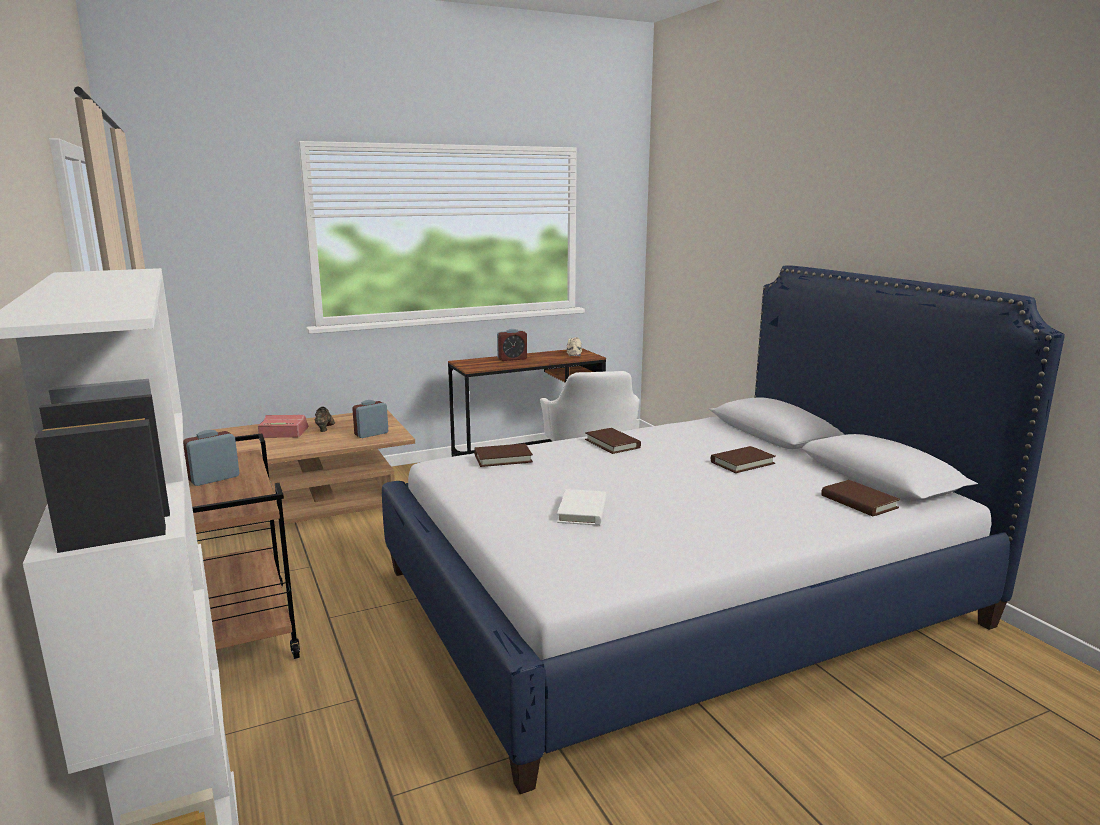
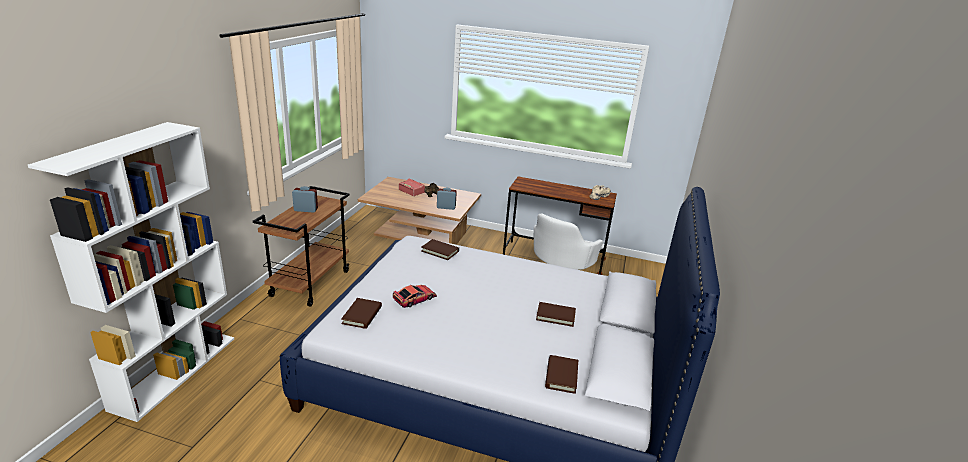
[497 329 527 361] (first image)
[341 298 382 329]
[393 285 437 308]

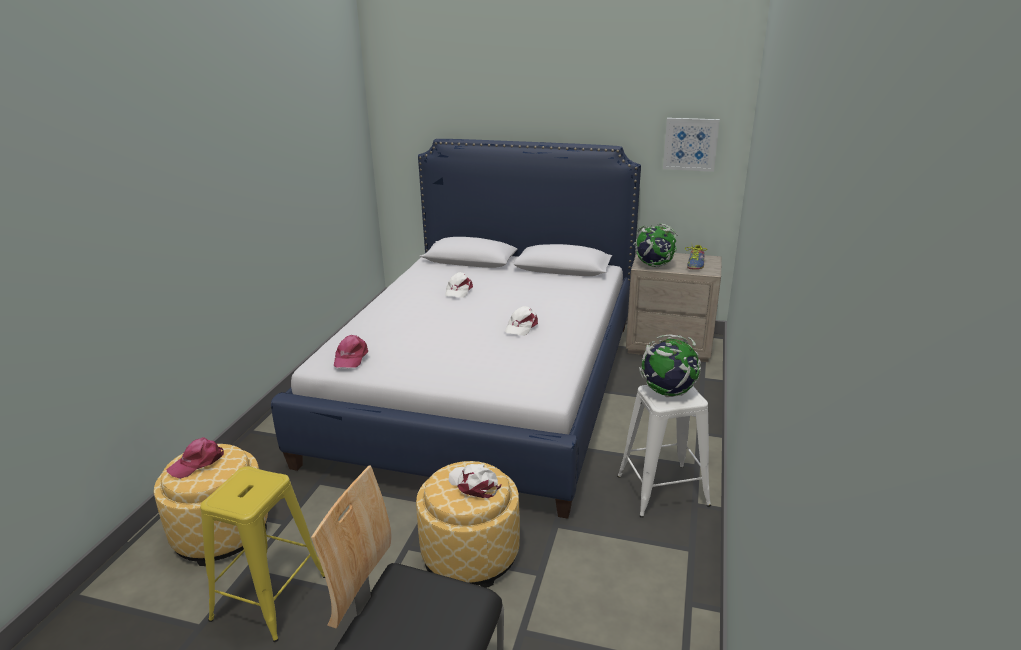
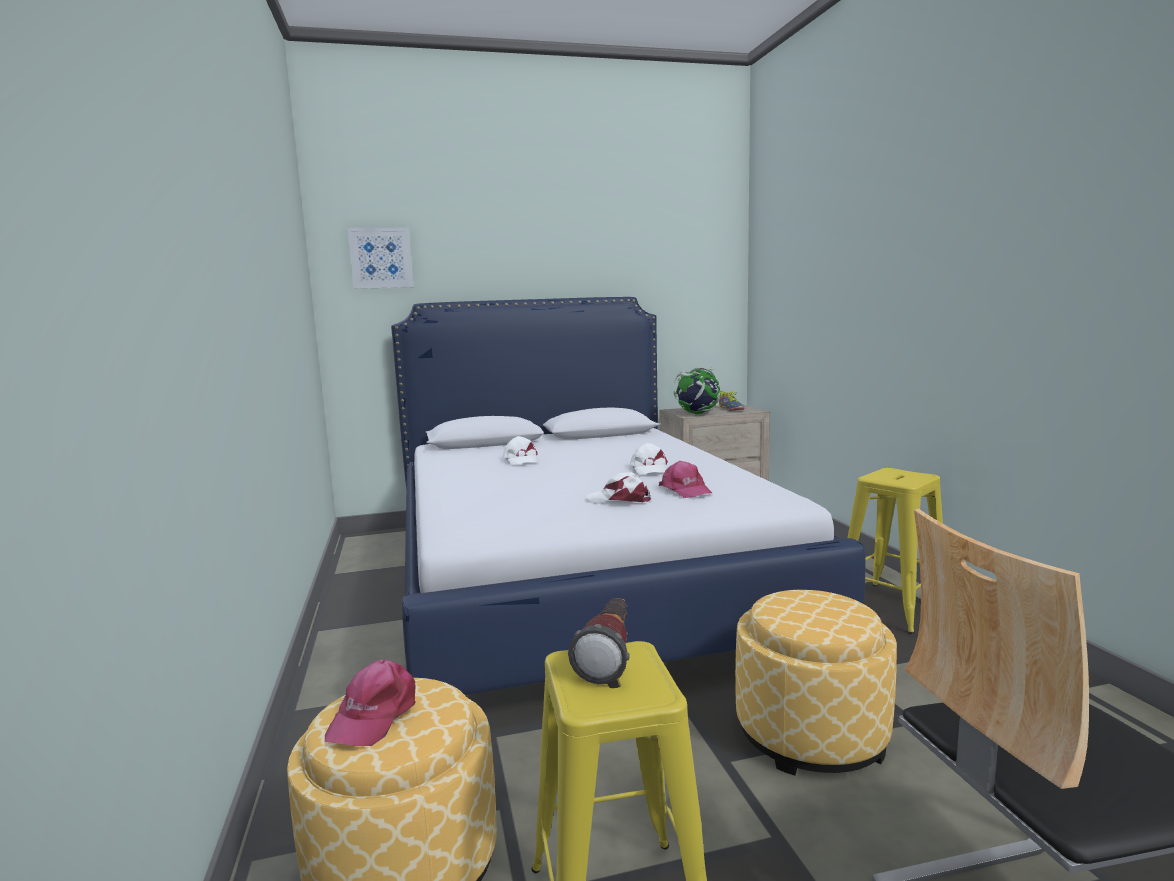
[639 335 701 396] (first image)
[568 598 629 684]
[659 461 713 498]
[587 472 651 504]
[347 227 413 289]
[848 468 943 634]

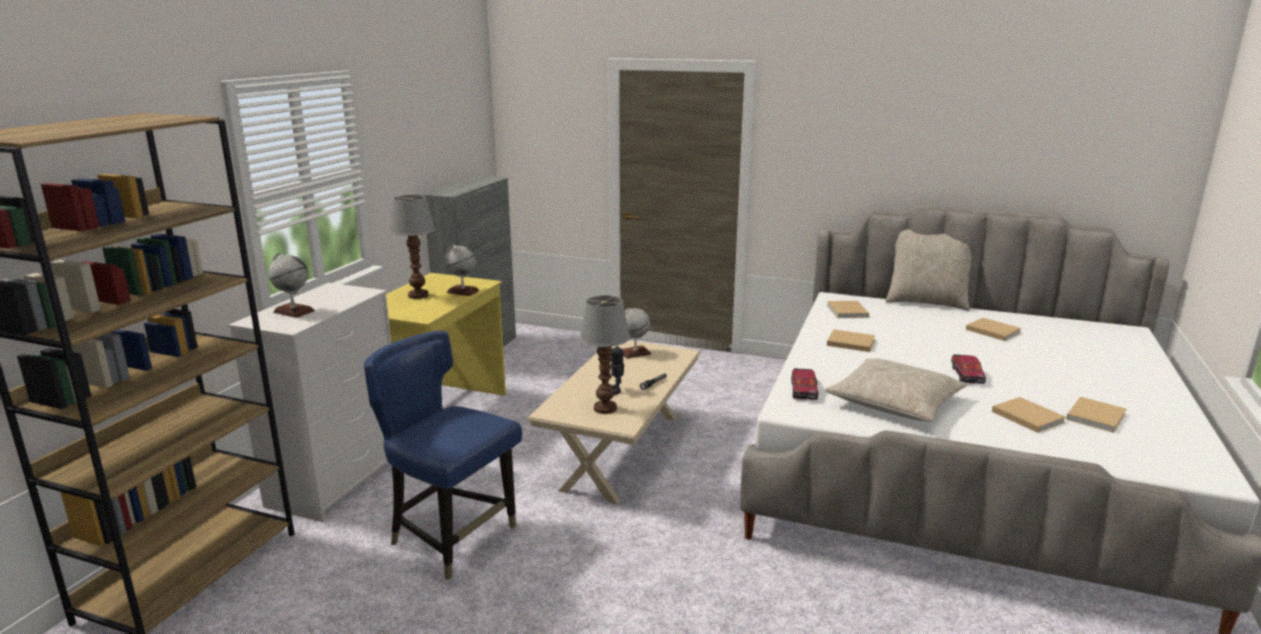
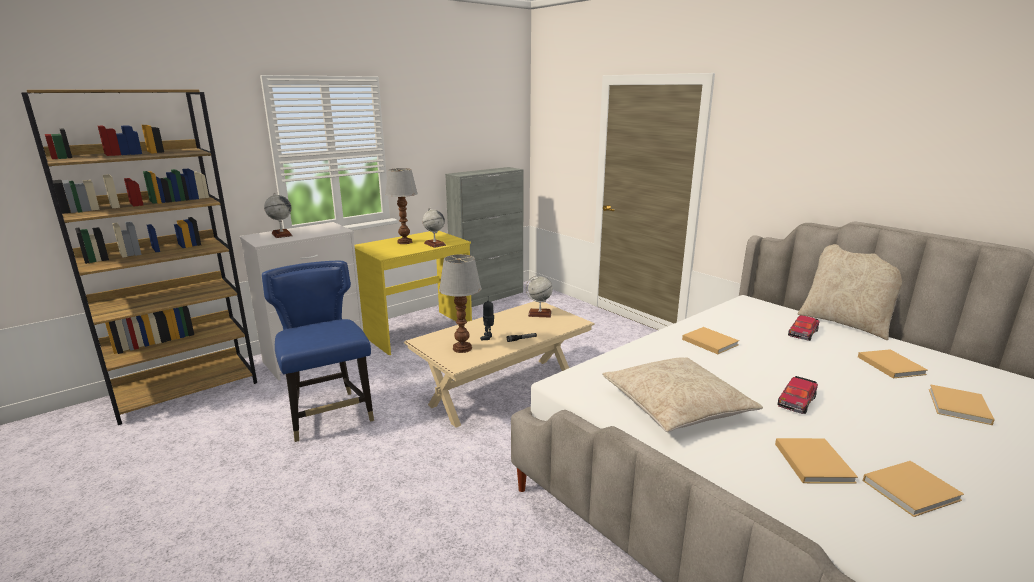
[788 315 820 341]
[929 384 995 425]

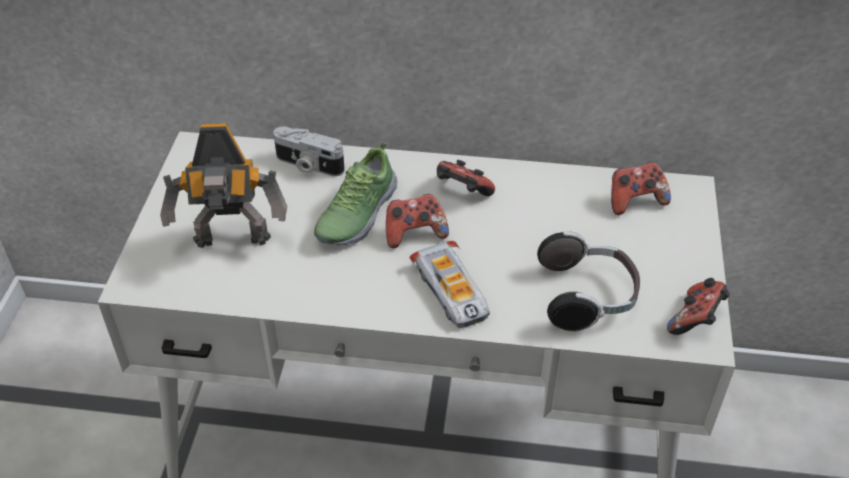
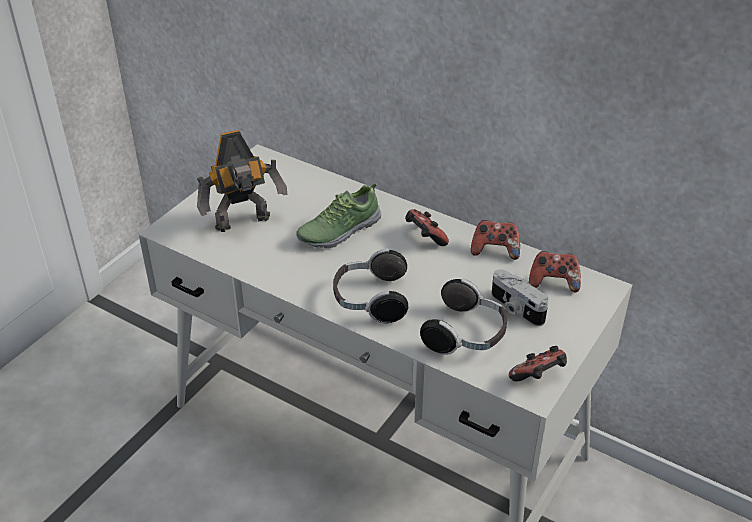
[491 269 548 326]
[471 220 520 260]
[333 248 408 324]
[197 130 287 232]

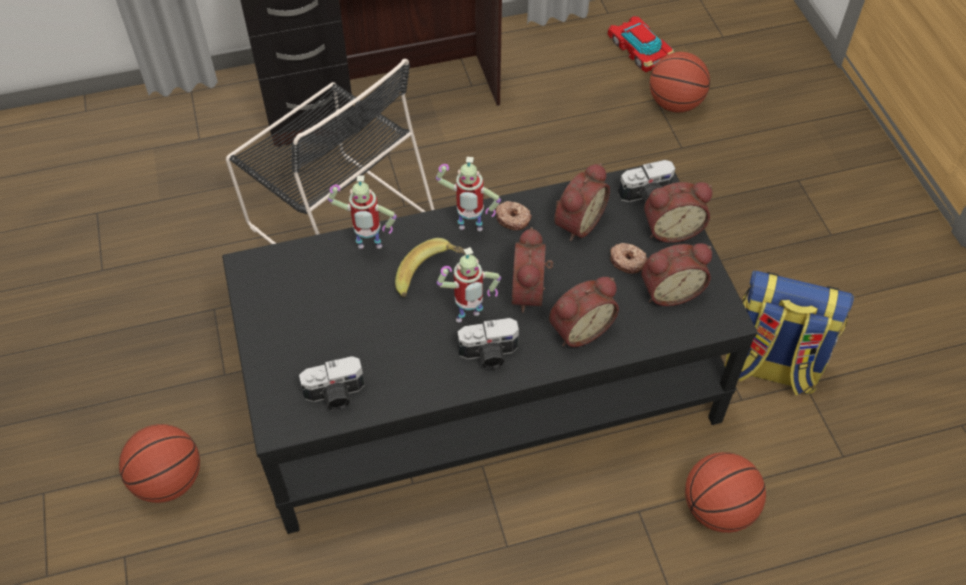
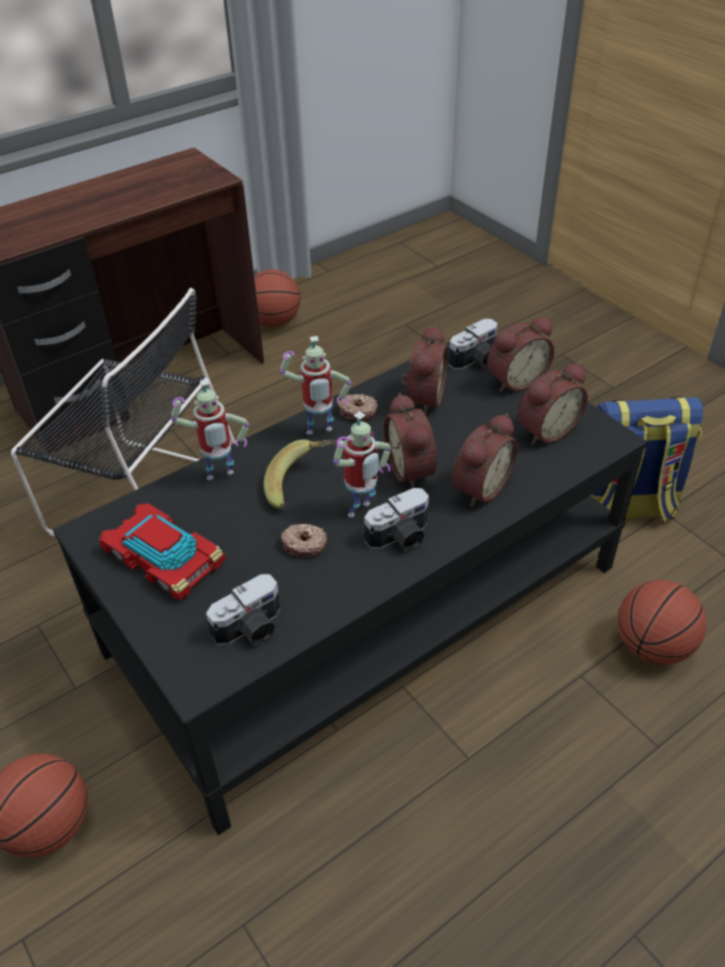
[99 503 226 600]
[280 524 327 558]
[254 269 301 327]

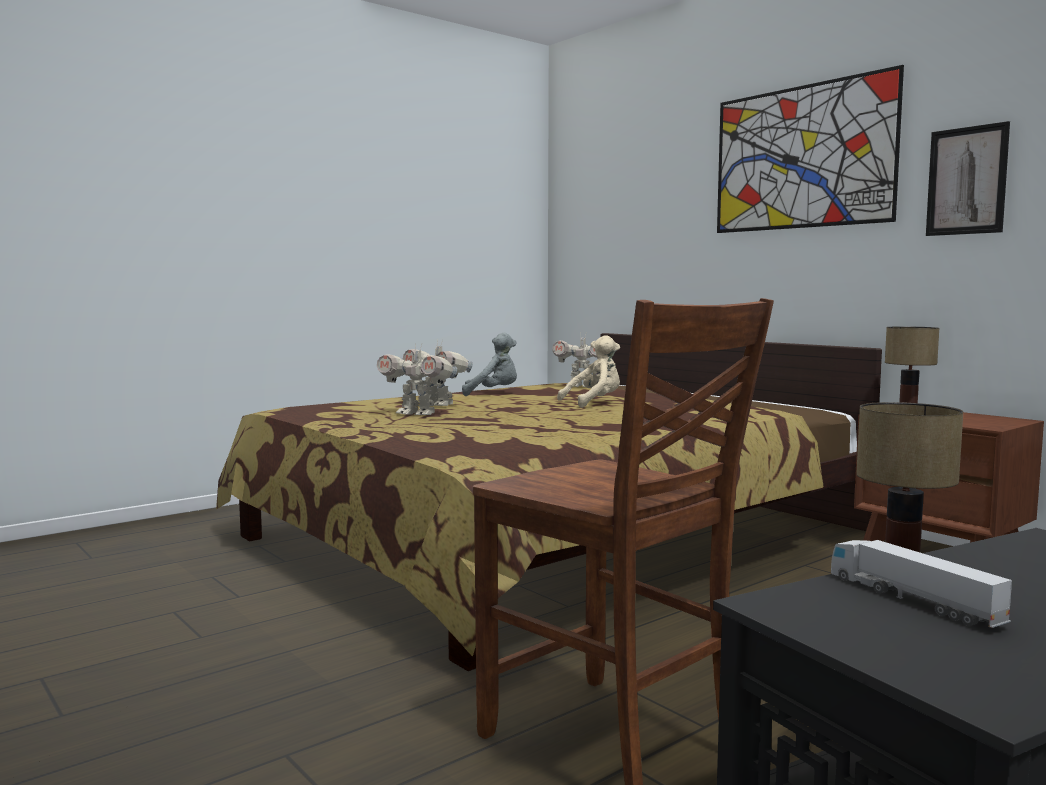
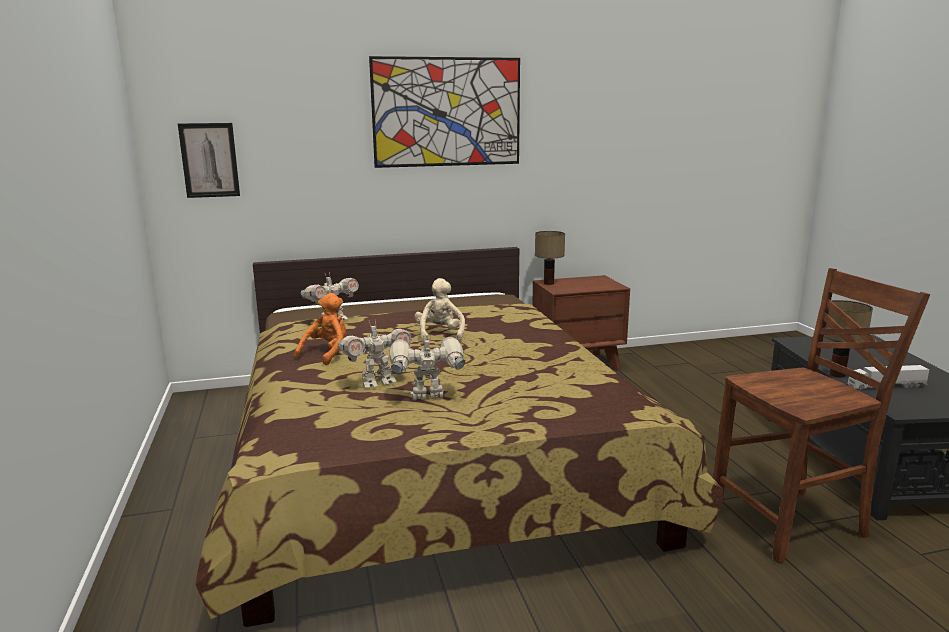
[178 123 240 198]
[294 293 347 365]
[390 335 465 400]

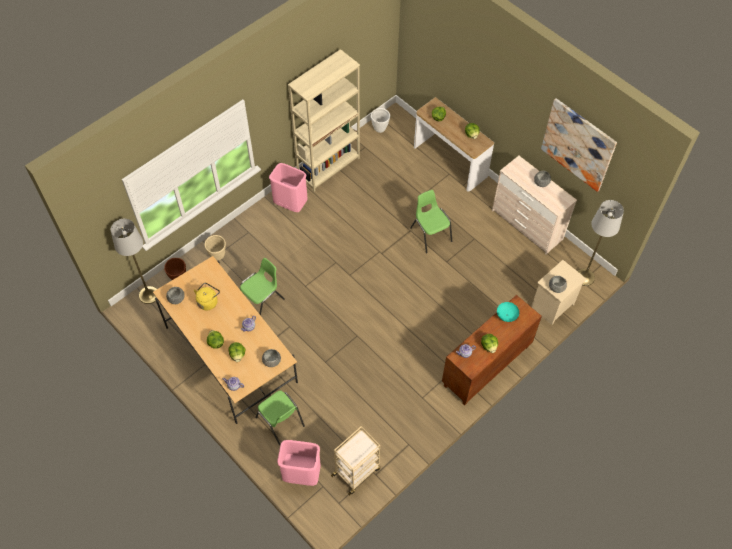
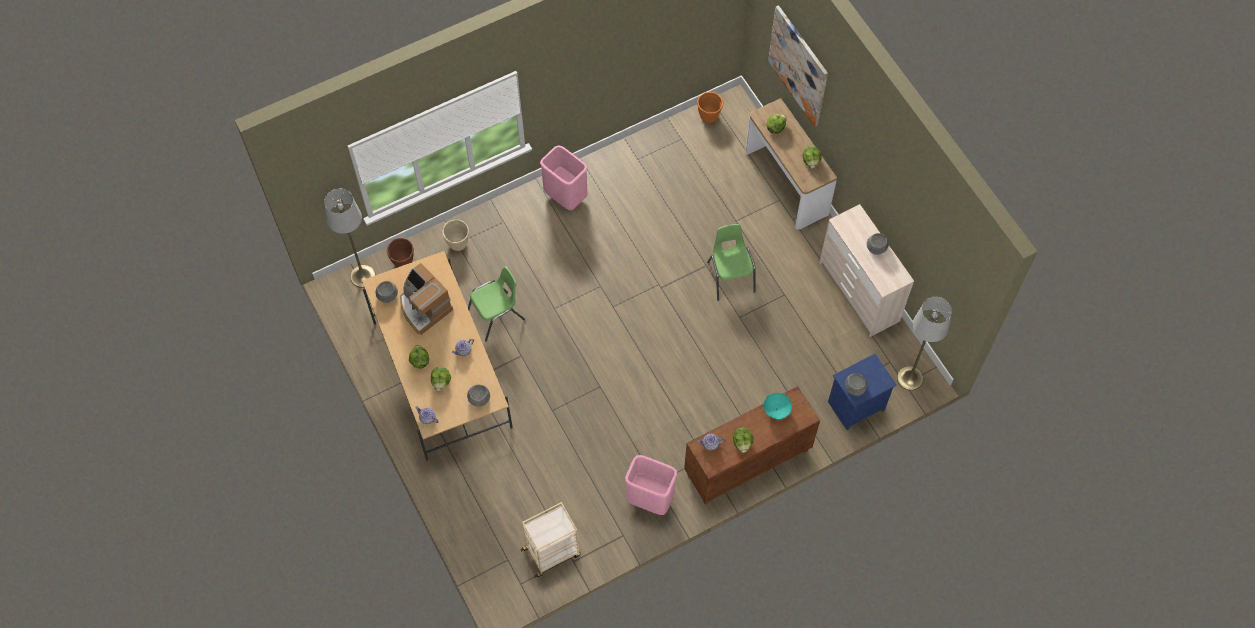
[256 390 305 445] (first image)
[288 49 360 192] (first image)
[625 455 677 515]
[768 5 828 127]
[400 263 453 335]
[697 92 723 123]
[828 354 897 430]

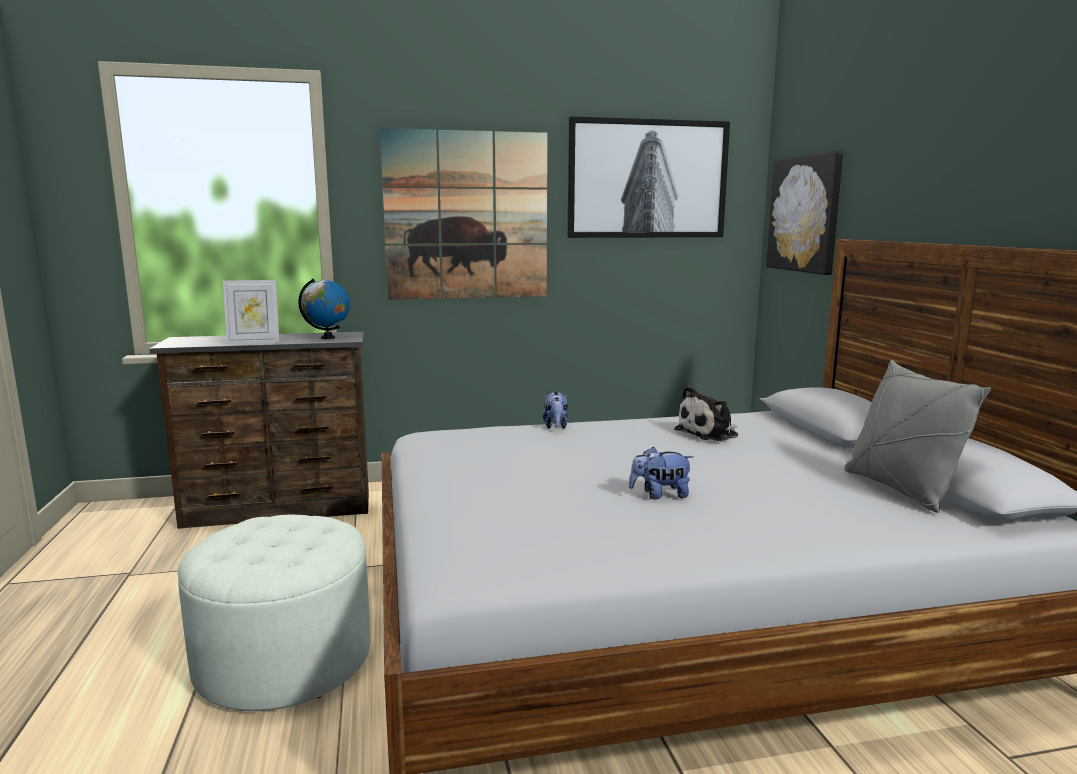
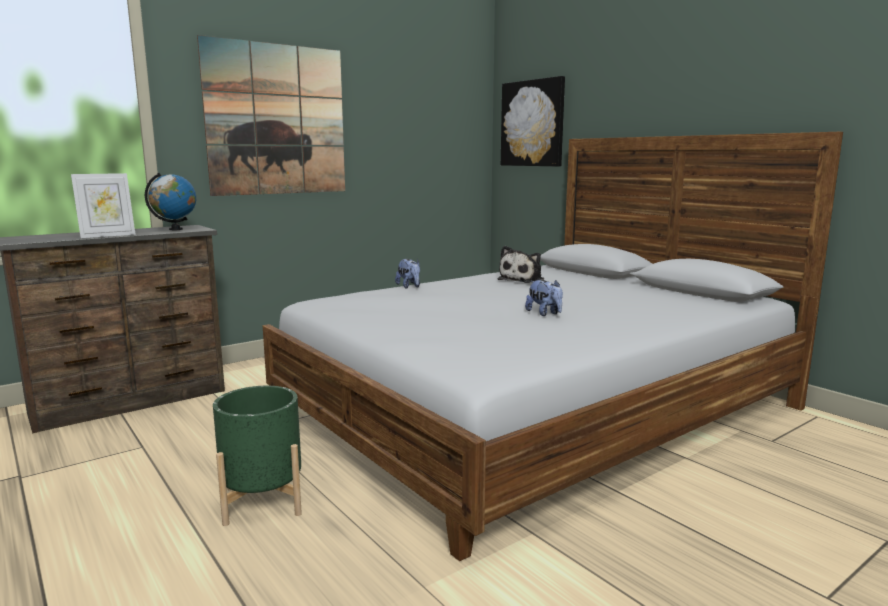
[568 116 730 238] (first image)
[845 360 991 513] (first image)
[213 386 302 526]
[525 280 563 316]

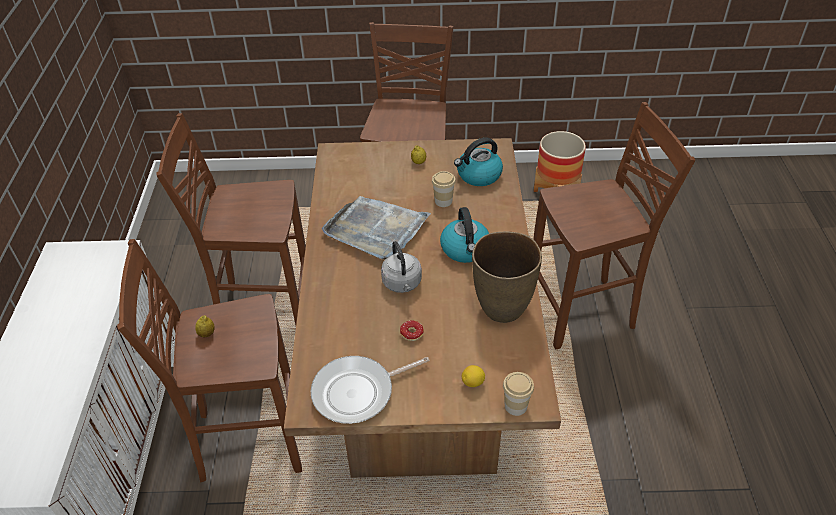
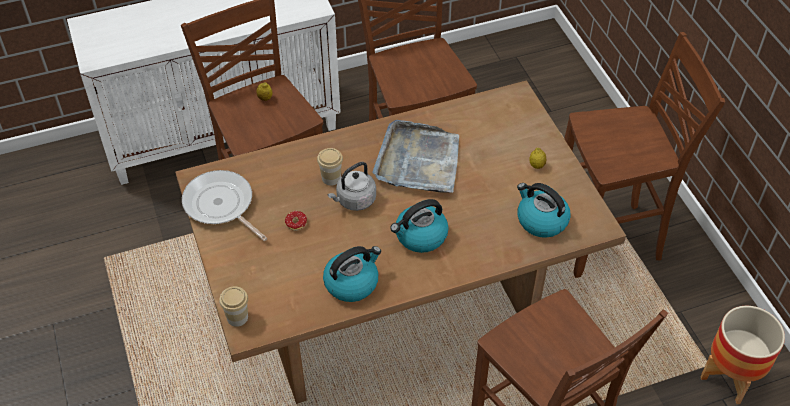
[462 365 485 387] (first image)
[317 148 343 186]
[323 246 381 302]

